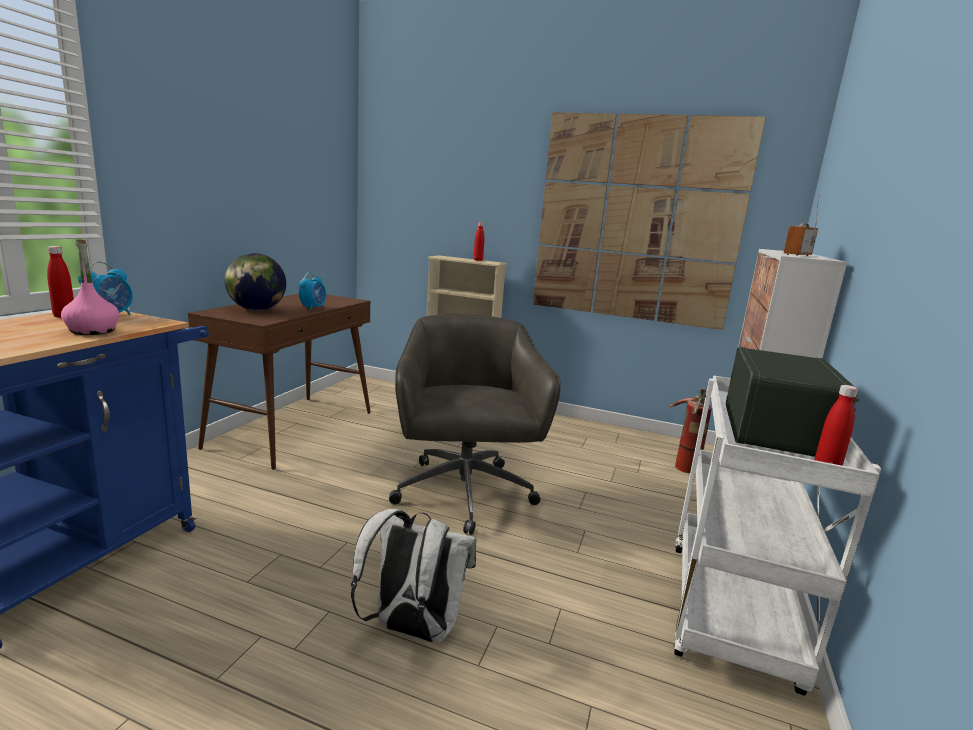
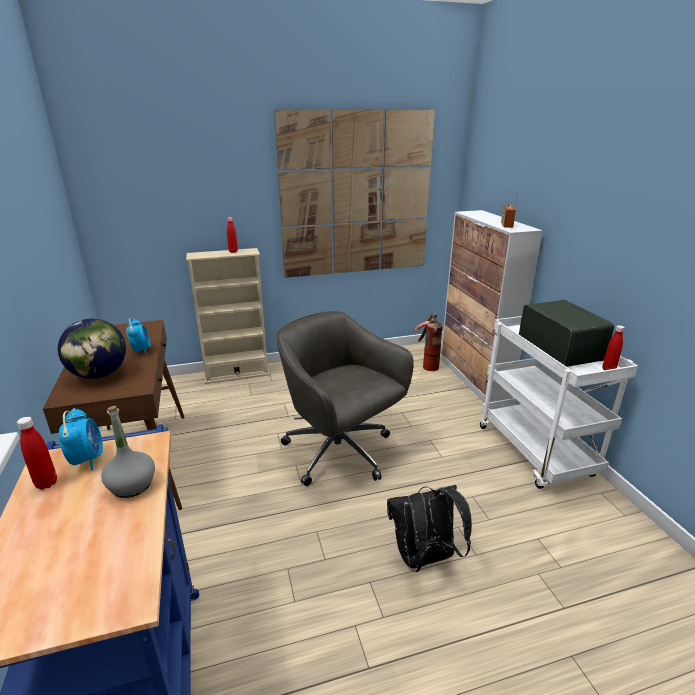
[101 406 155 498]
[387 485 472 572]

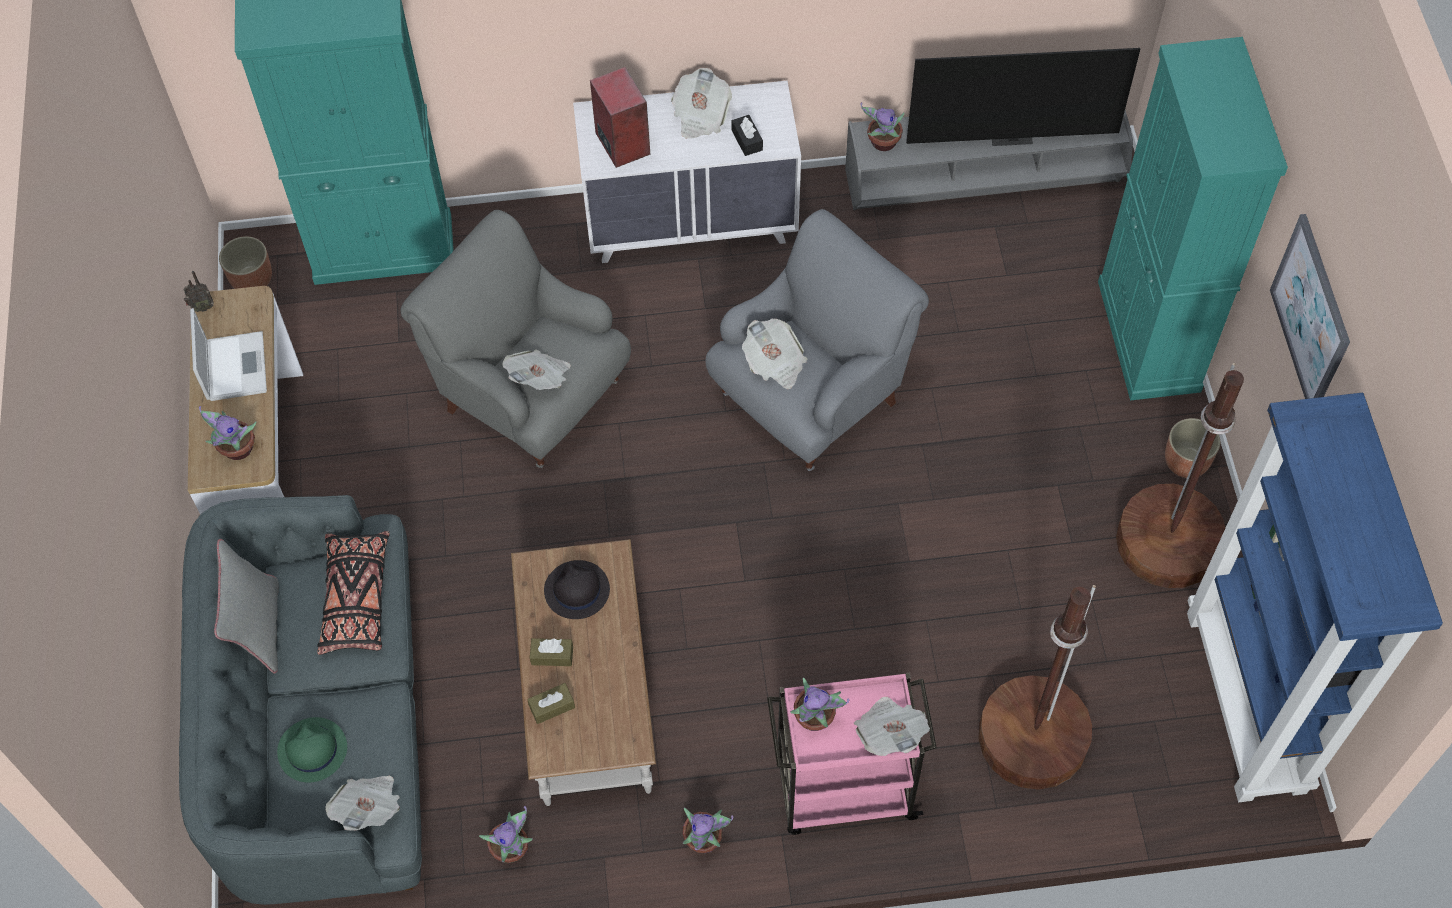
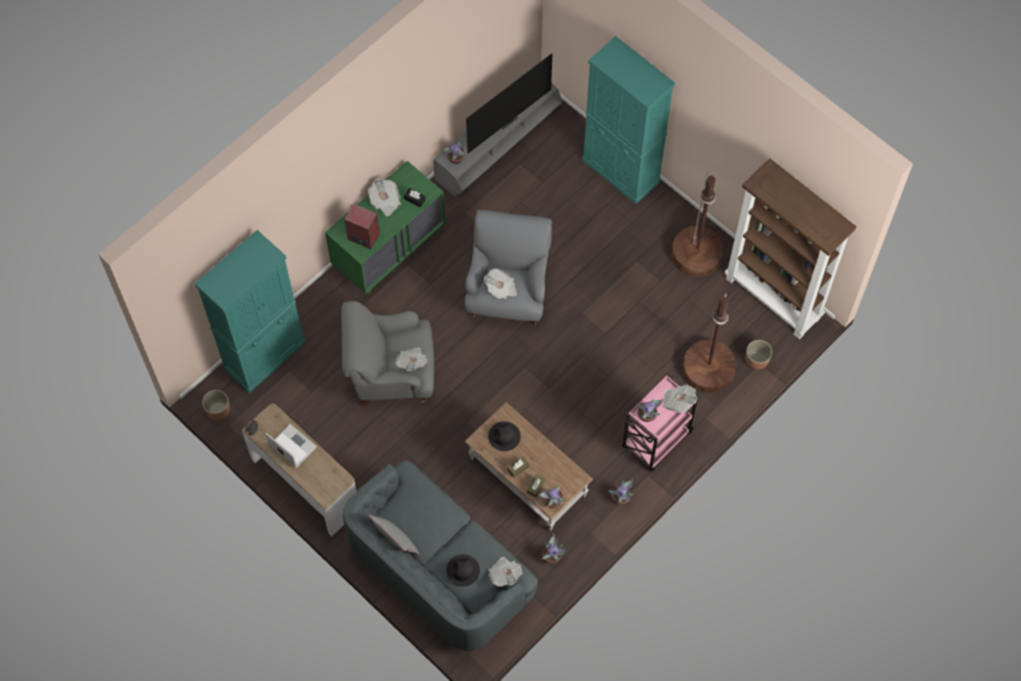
[317 531 390 655] (first image)
[1270 214 1350 399] (first image)
[538 484 565 508]
[745 340 772 370]
[446 554 480 586]
[325 161 445 295]
[724 158 856 339]

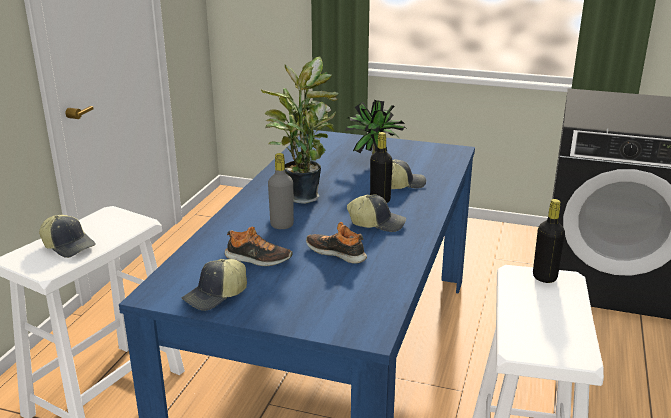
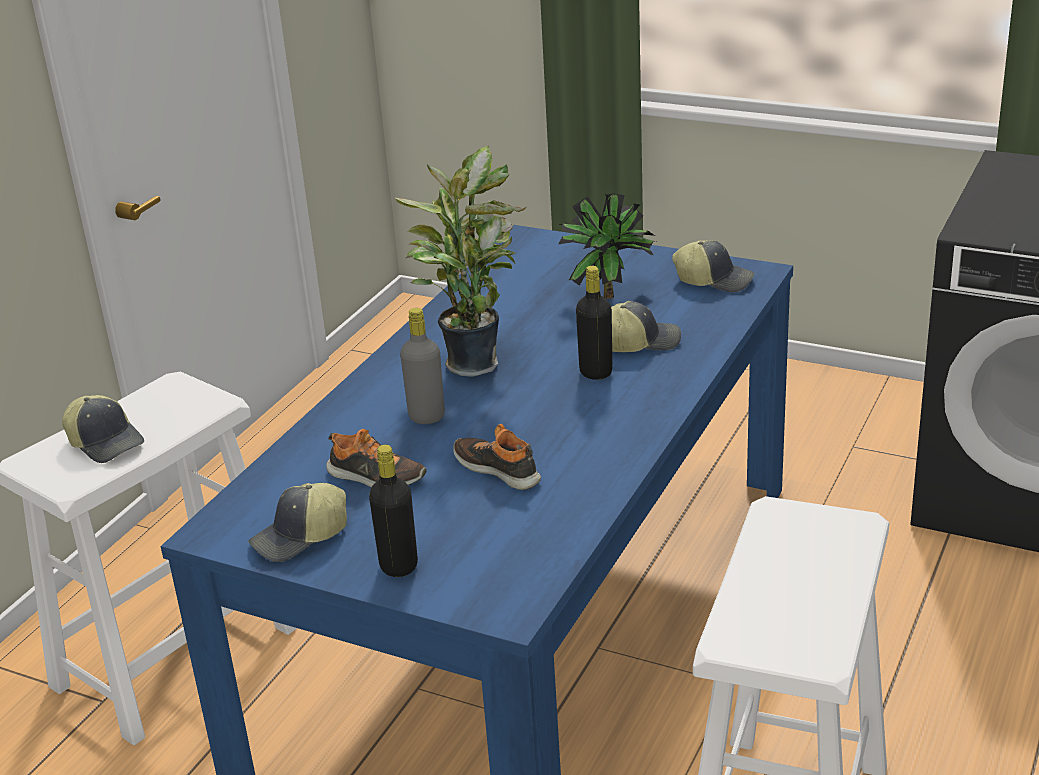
[672 240 755 292]
[369 445 418 577]

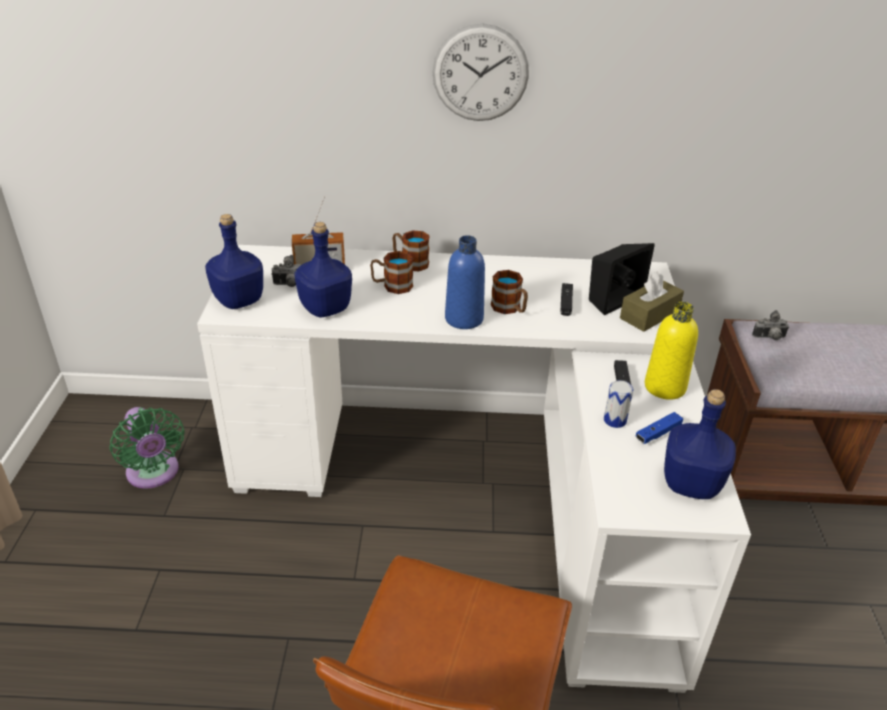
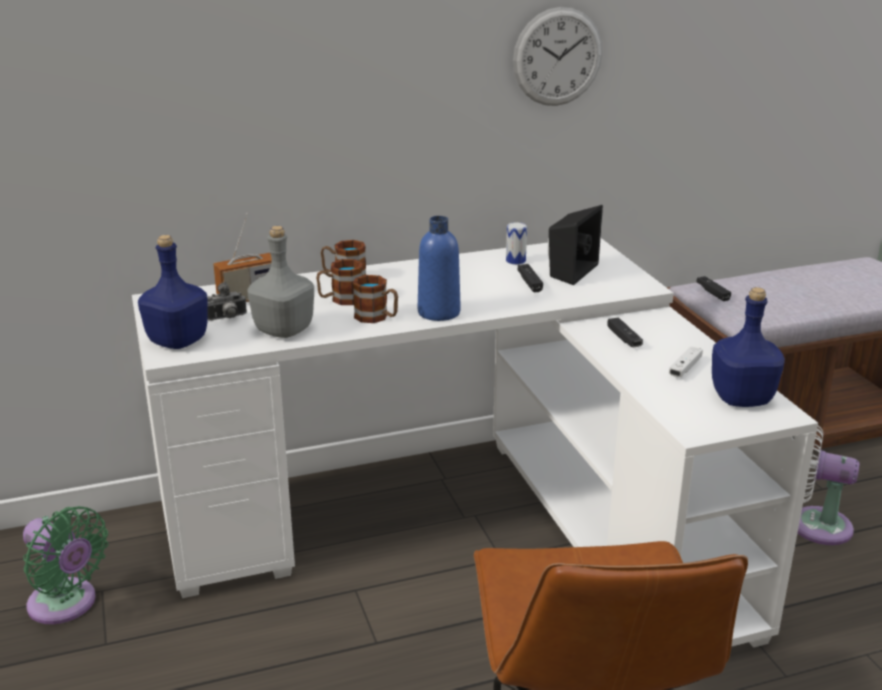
[620 271 684 332] (first image)
[645 302 698 400] (first image)
[798 425 859 545]
[513 7 602 106]
[353 275 398 323]
[506 222 527 265]
[697 276 731 301]
[247 226 314 338]
[669 346 703 377]

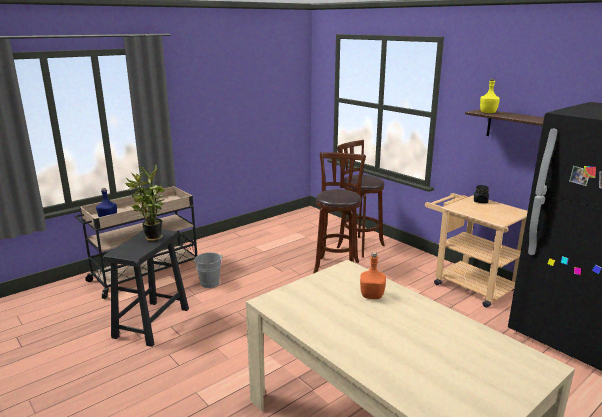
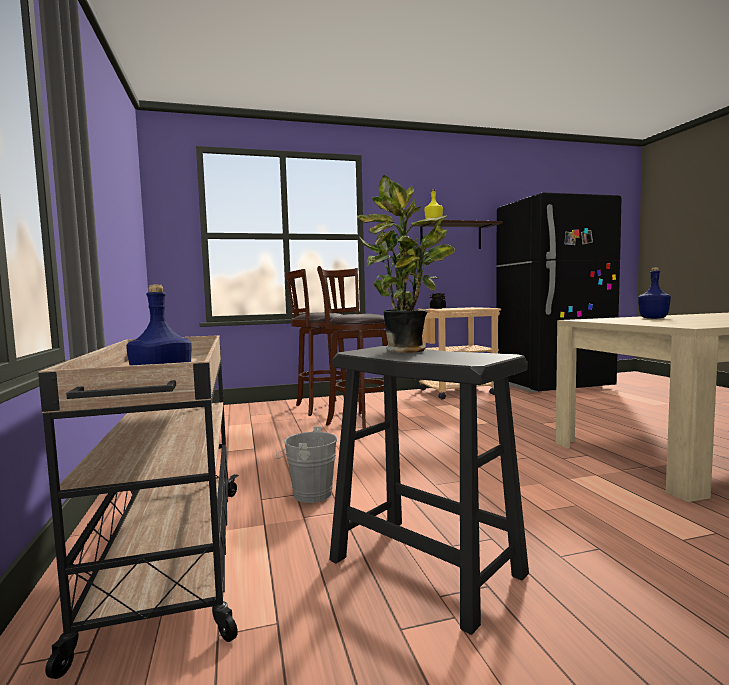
[638 267 671 319]

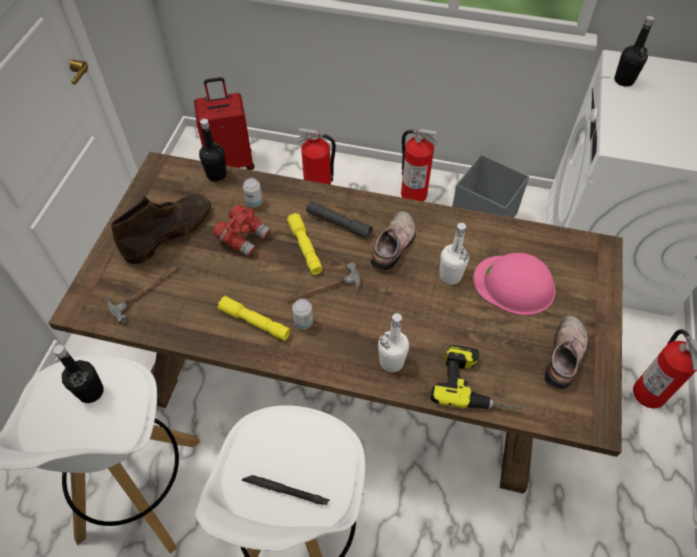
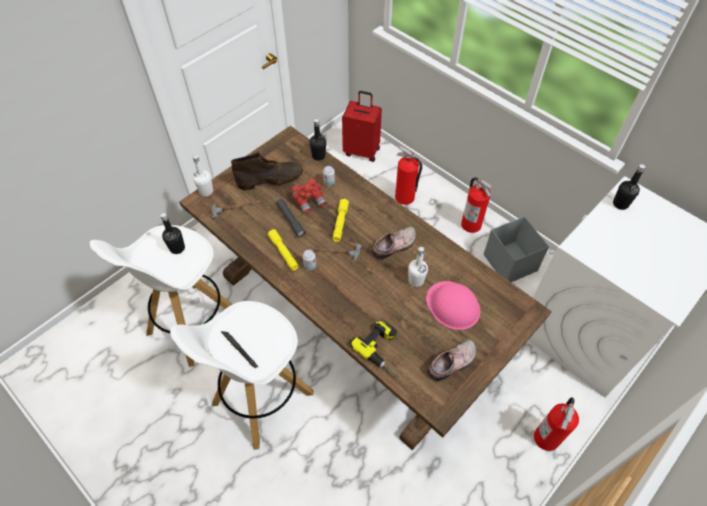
[276 199 306 238]
[193 155 213 197]

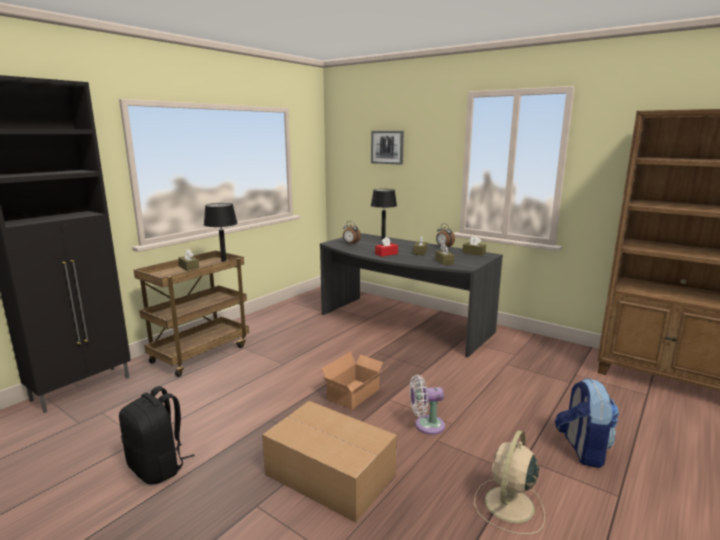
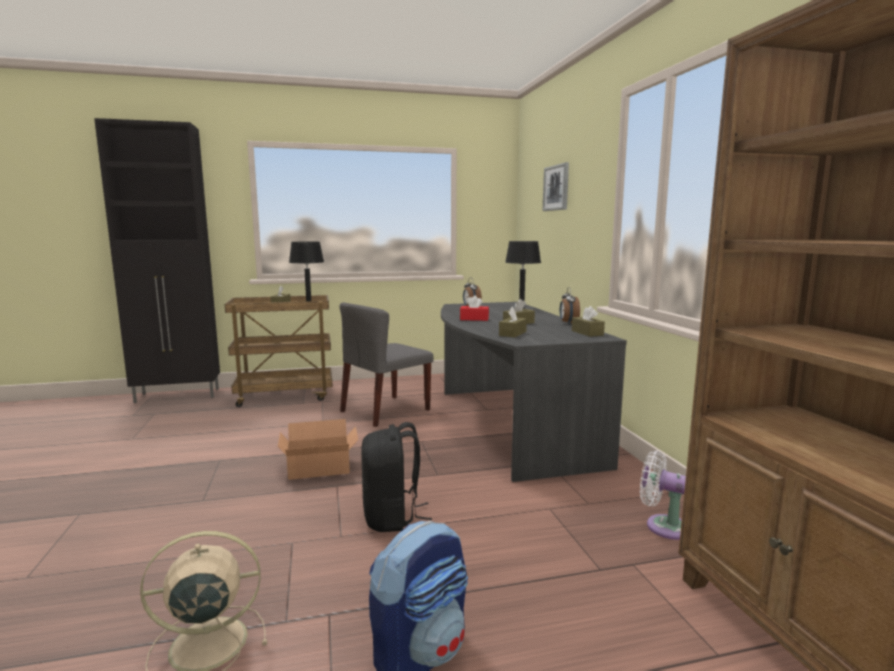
[262 401 397 523] (first image)
[339 302 434 427]
[361 422 432 532]
[640 451 686 540]

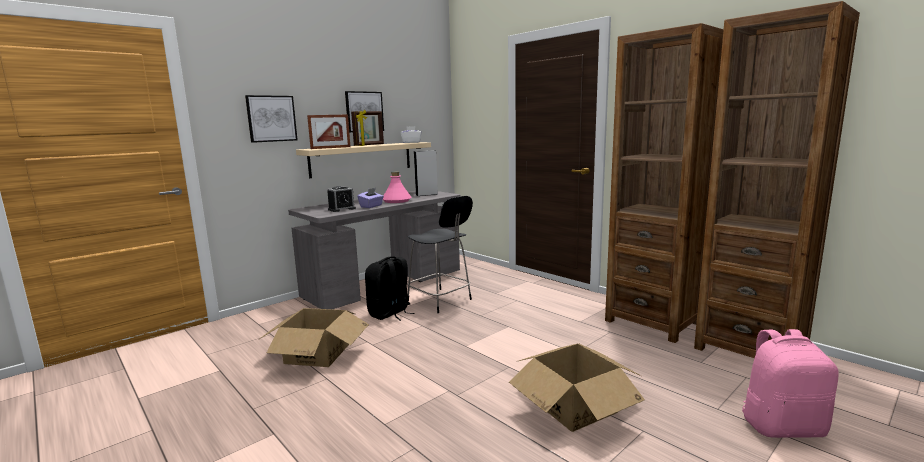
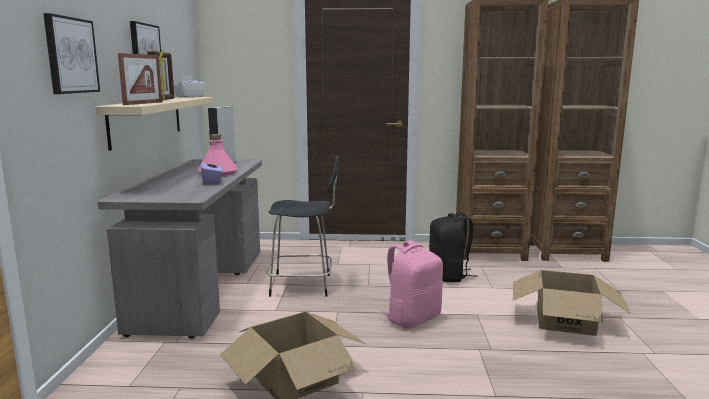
[327 186 356 212] (first image)
[429 212 478 282]
[381 240 443 329]

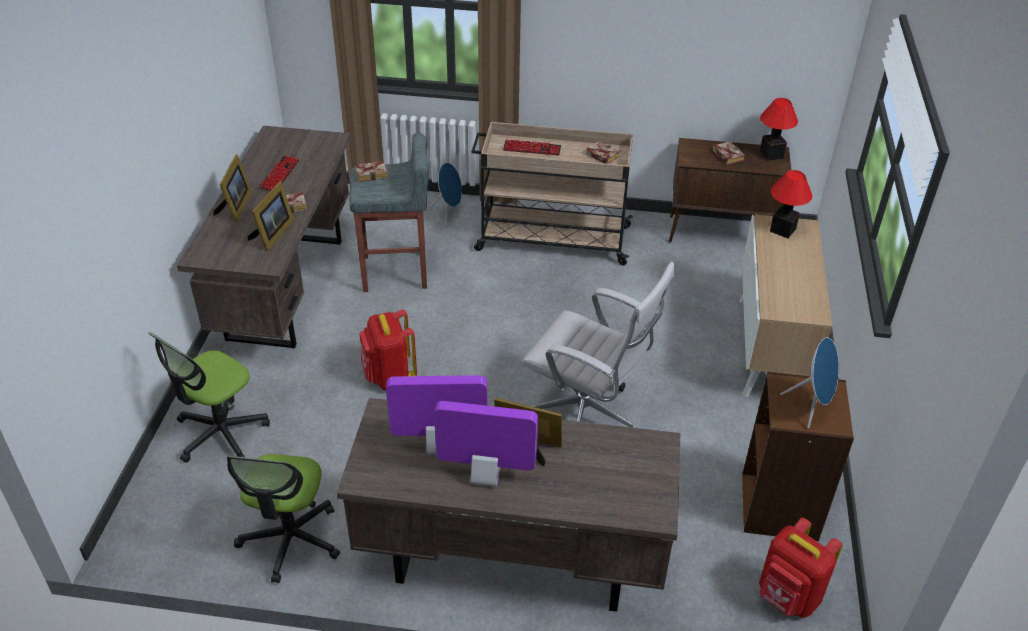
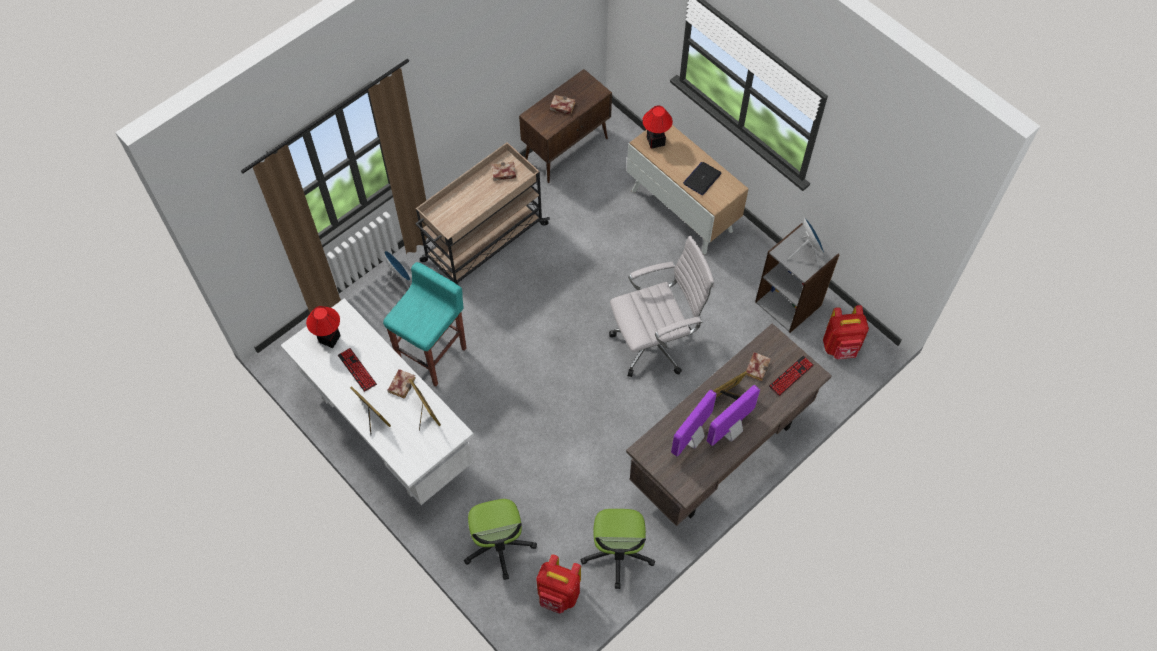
[683 162 721 195]
[746 352 771 381]
[537 555 581 614]
[769 355 814 396]
[306 306 341 348]
[281 298 474 505]
[383 262 466 387]
[755 223 840 333]
[580 509 655 589]

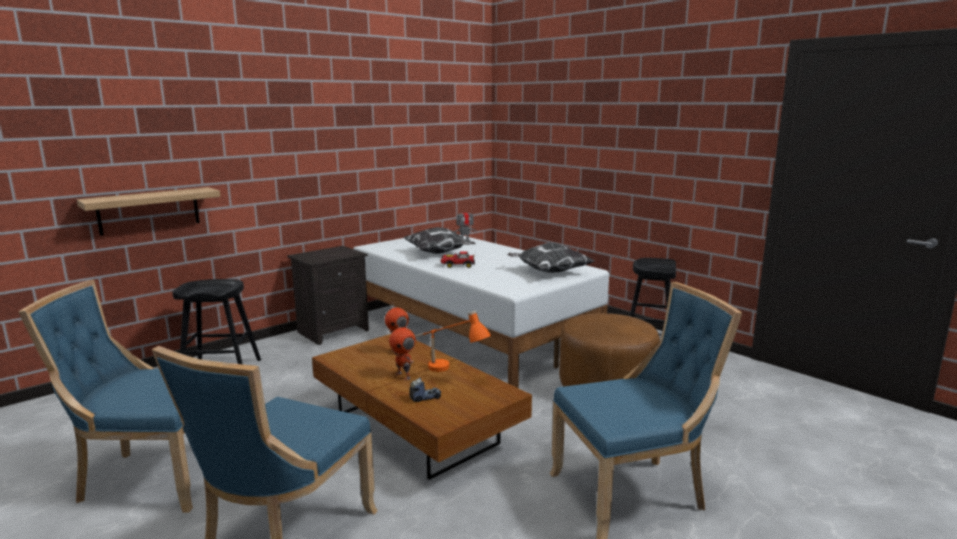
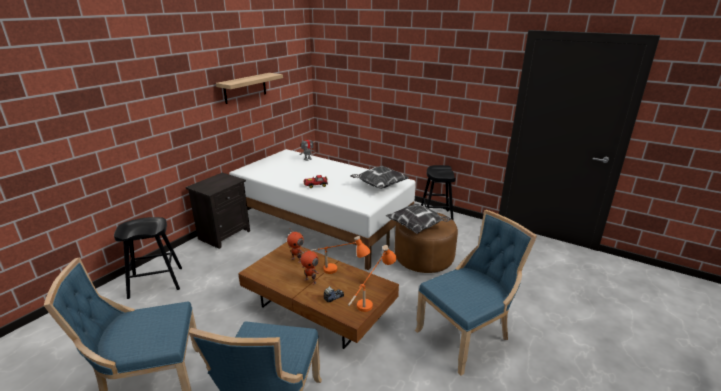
[348 245 397 312]
[216 73 283 104]
[386 203 452 234]

